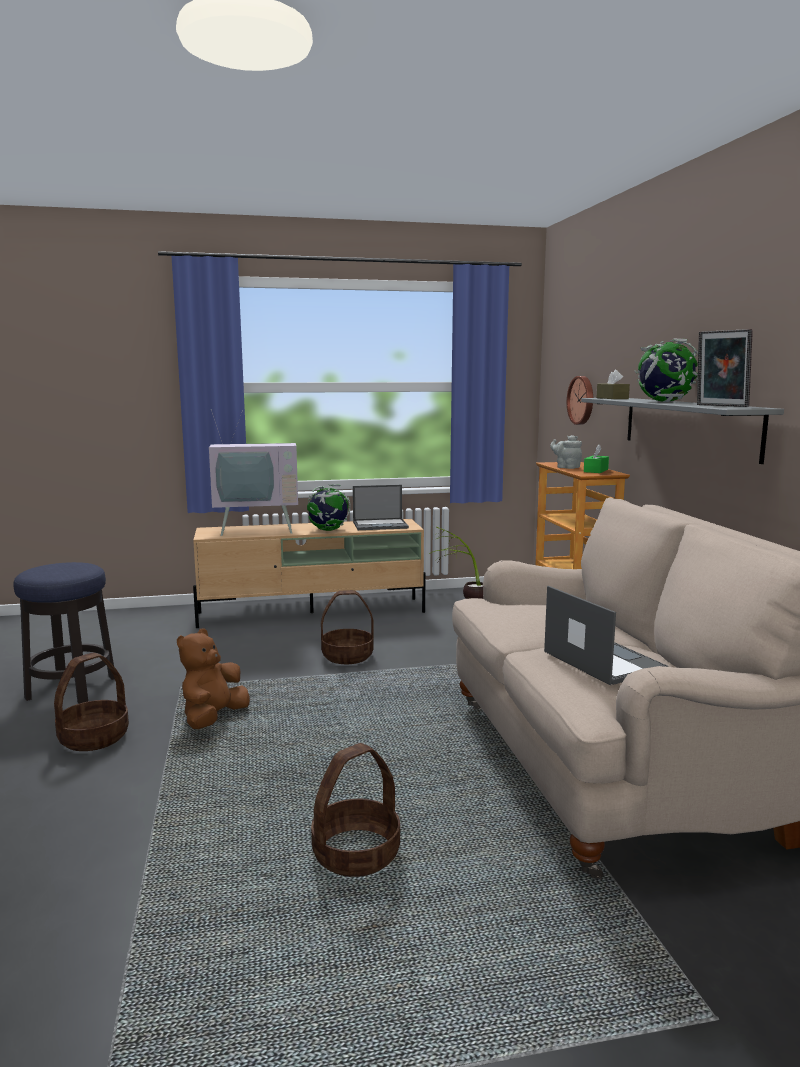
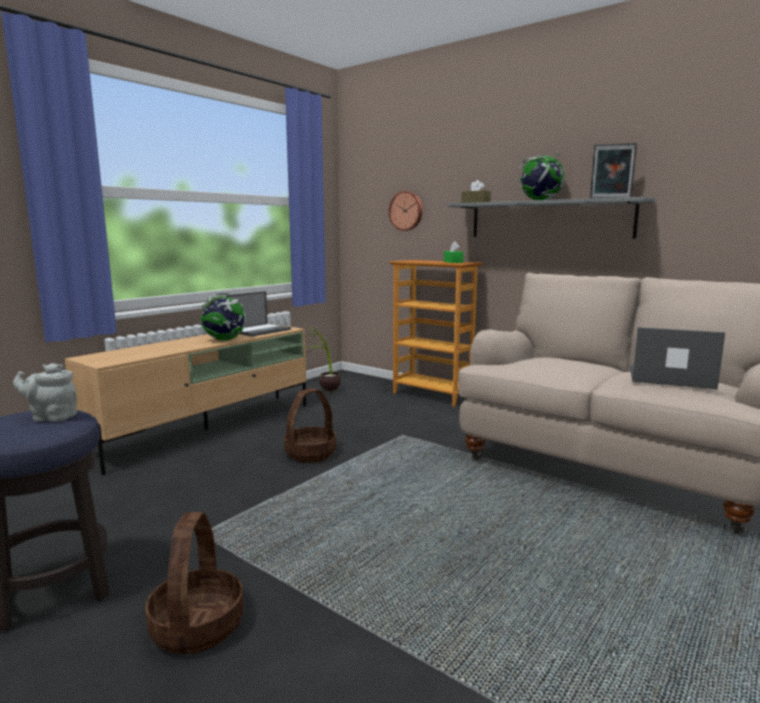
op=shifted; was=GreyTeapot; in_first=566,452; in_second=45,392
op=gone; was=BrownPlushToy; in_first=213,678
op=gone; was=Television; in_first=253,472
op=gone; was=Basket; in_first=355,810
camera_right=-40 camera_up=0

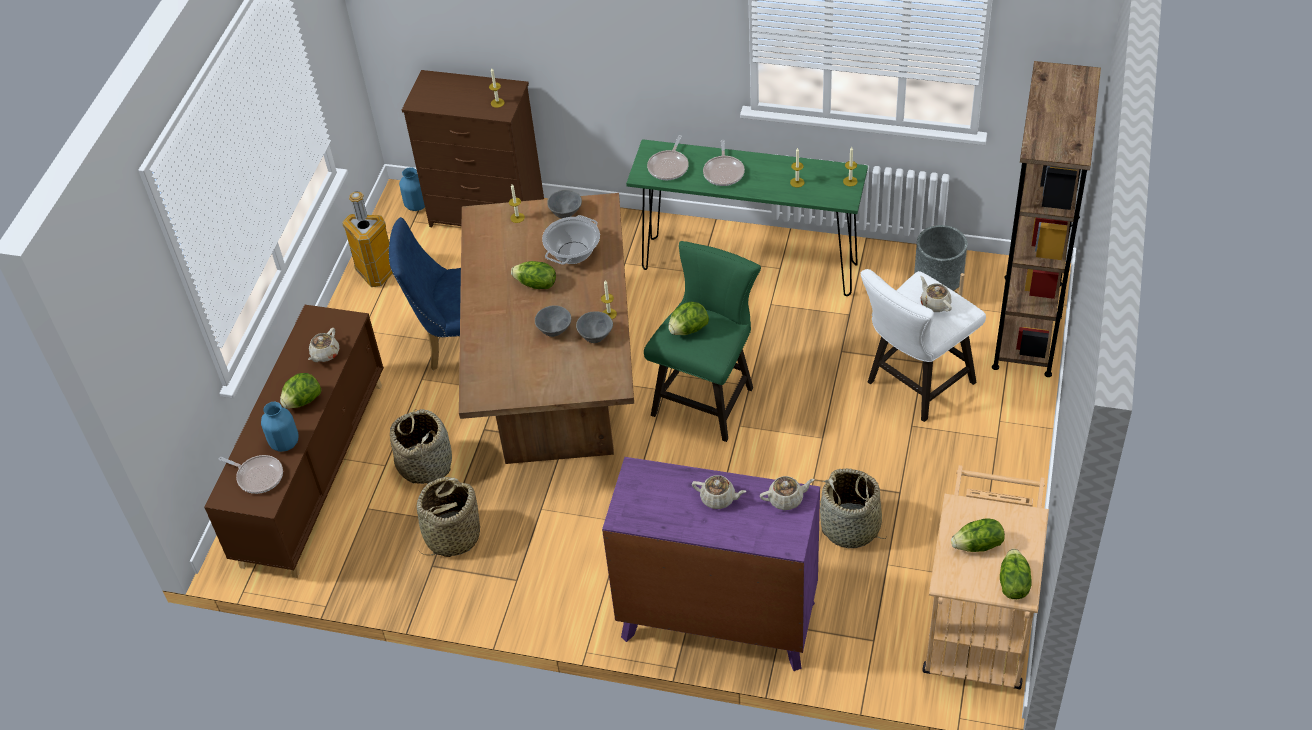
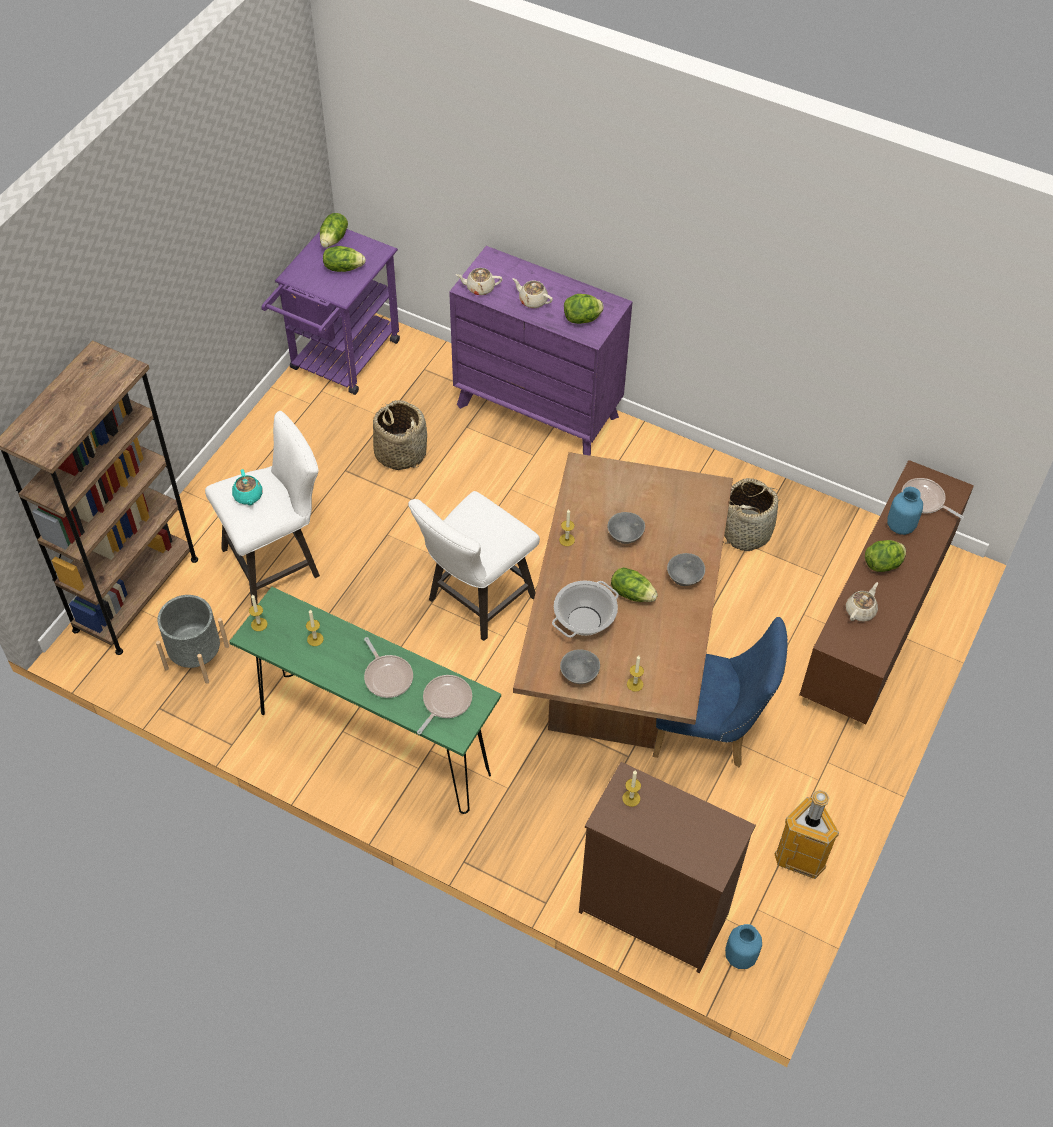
op=repainted; was=BeigeTeapot; now=TurquoiseTeapot; in_first=936,294; in_second=247,487
op=repainted; was=BeigeCart; now=PurpleCart; in_first=986,577; in_second=330,312
op=rotated; was=FryingPan; in_first=724,163; in_second=388,667; clockwise=135
op=repainted; was=GreenStool; now=WhiteStool; in_first=702,341; in_second=474,566
op=shifted; was=Lettuce; in_first=688,318; in_second=584,309
op=shifted; was=GreyBowl; in_first=594,327; in_second=686,569
op=gone; was=Basket; in_first=421,446
camera_right=-170 camera_up=5

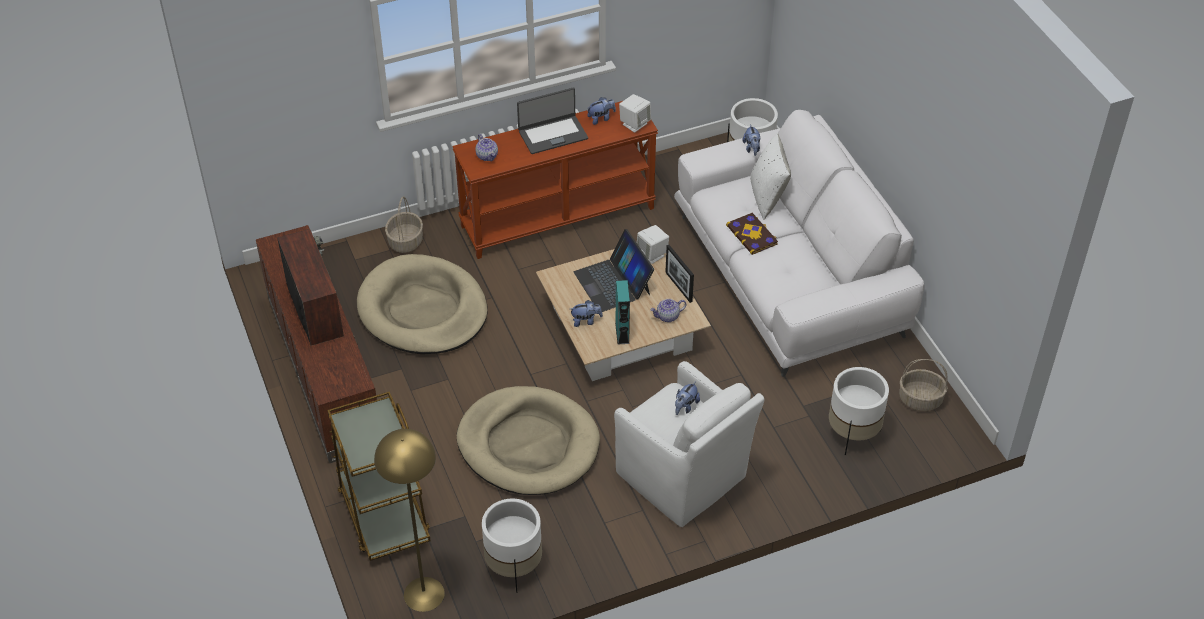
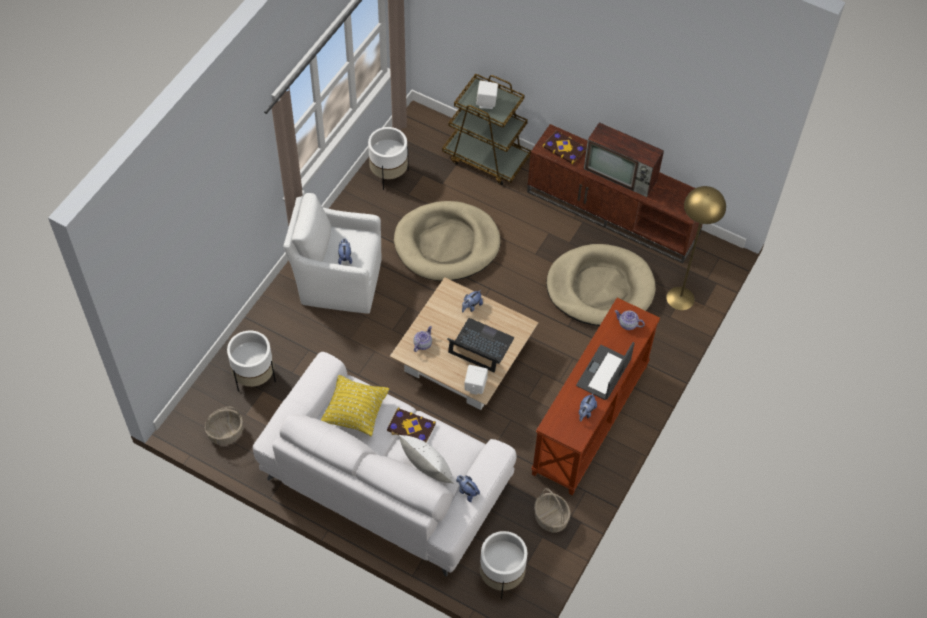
op=new; now=YellowPillow; in_second=355,405
op=shifted; was=WhiteSpeaker; in_first=635,113; in_second=487,94
op=shifted; was=Basket; in_first=404,224; in_second=552,510
op=new; now=Book; in_second=564,147
op=shifted; was=YellowFloorLamp; in_first=409,520; in_second=696,248
op=gone; was=TurquoiseSpeaker; in_first=622,312
op=gone; was=PictureFrame; in_first=679,274
camera_right=140 camera_up=10

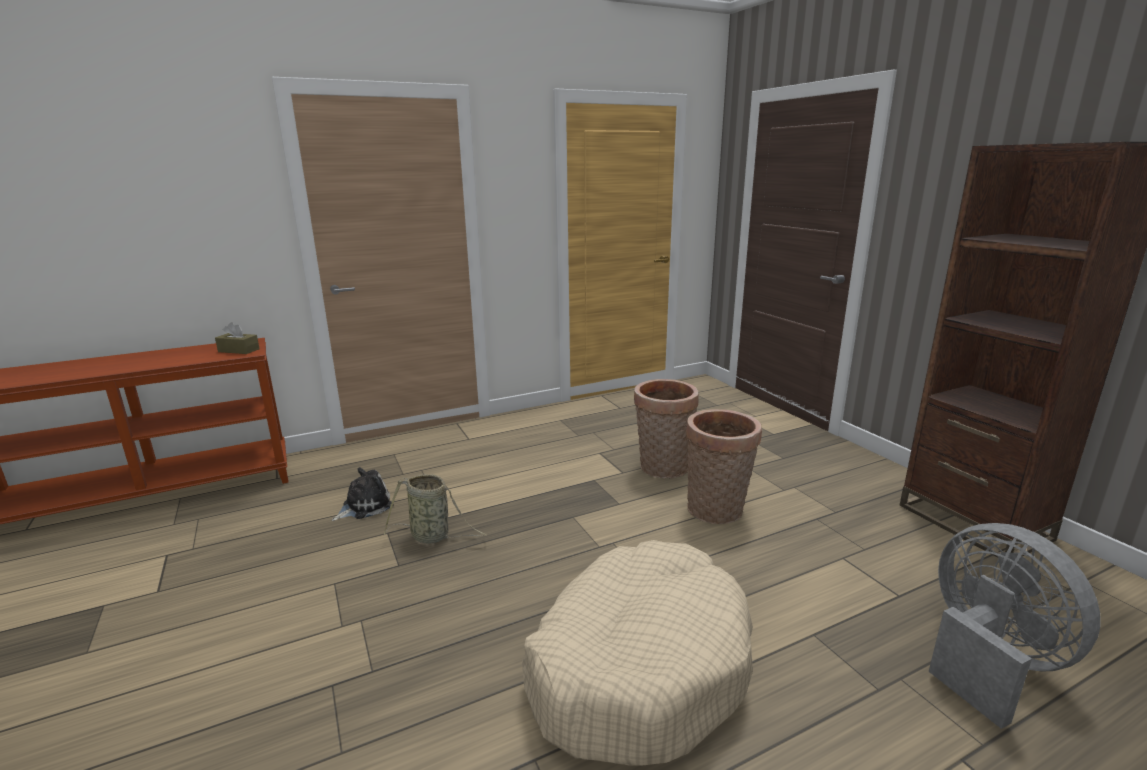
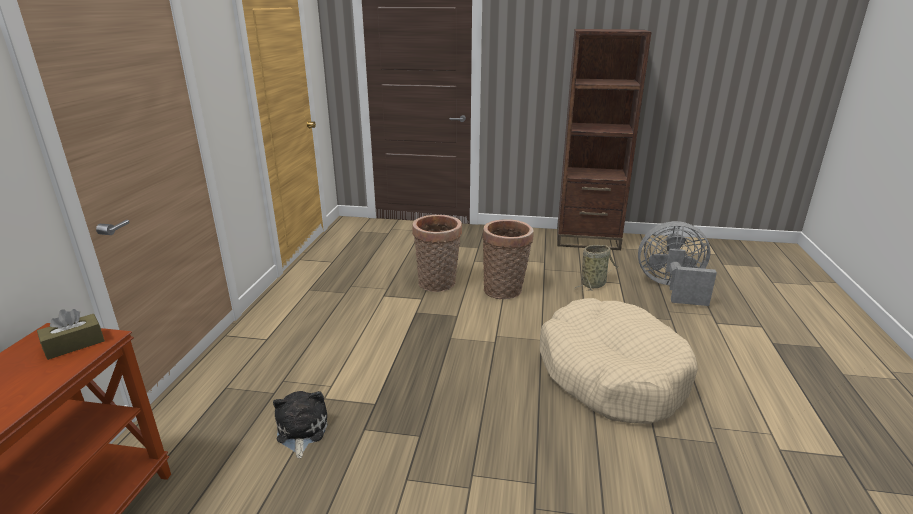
op=shifted; was=Basket; in_first=435,509; in_second=596,268
camera_right=-55 camera_up=5

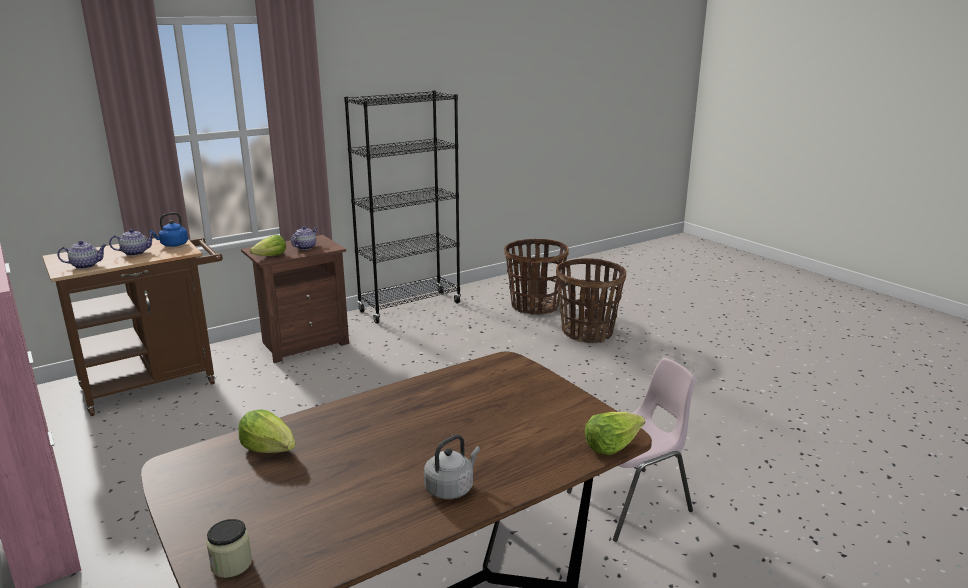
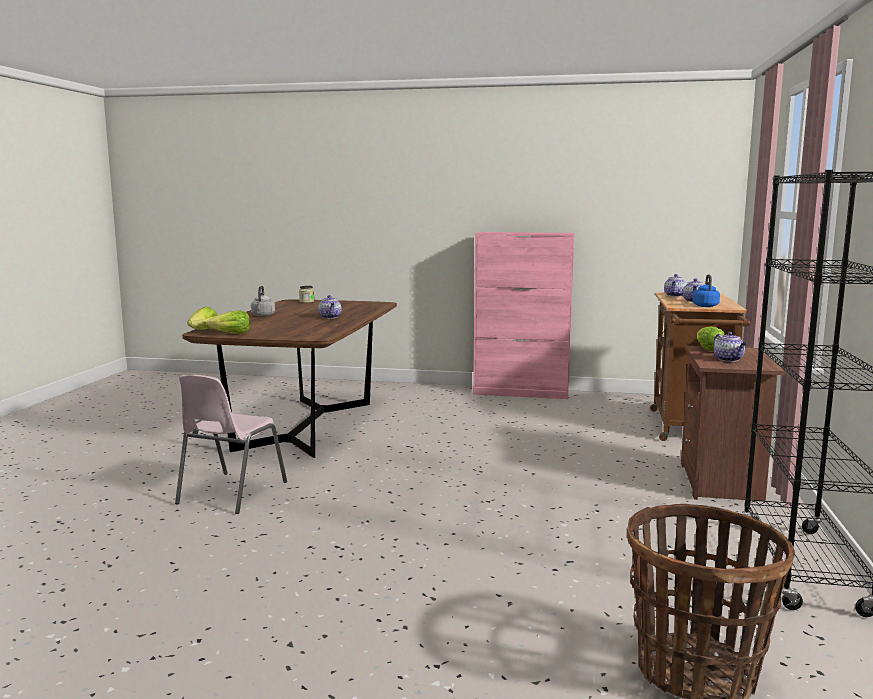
op=shifted; was=Lettuce; in_first=267,431; in_second=228,322
op=new; now=Teapot; in_second=329,307
op=gone; was=Basket; in_first=591,300
camera_right=135 camera_up=-10

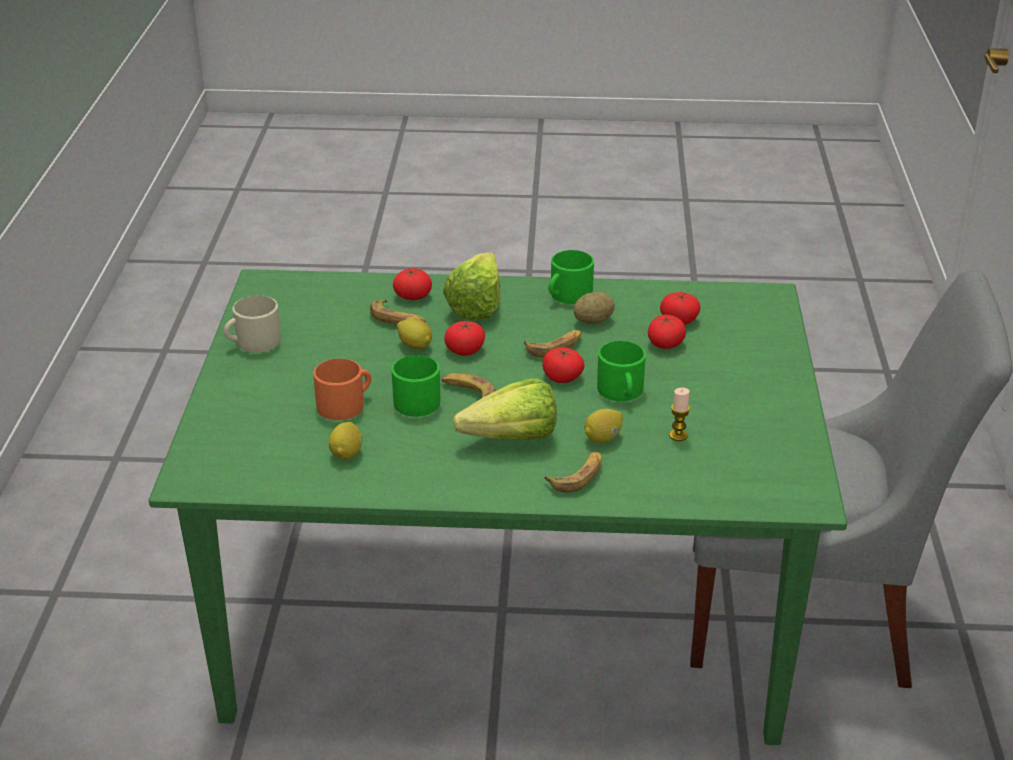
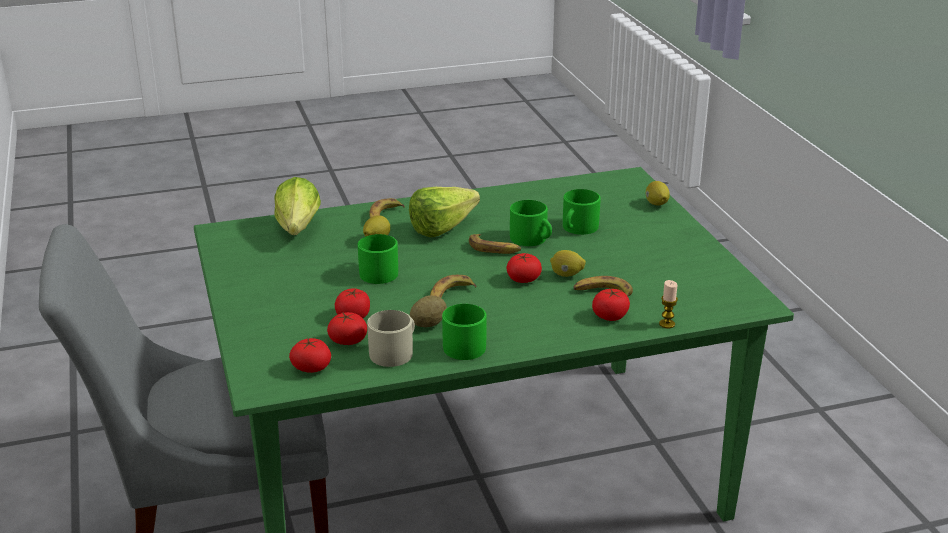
op=shifted; was=Lettuce; in_first=471,286; in_second=297,206
op=shifted; was=Tomato; in_first=563,365; in_second=310,355
op=shifted; was=BeigeMug; in_first=252,324; in_second=391,338
op=repainted; was=OrangeMug; now=GreenMug; in_first=342,389; in_second=582,212
op=shifted; was=Lemon; in_first=345,441; in_second=658,193
op=shifted; was=Candle; in_first=679,414; in_second=668,304
camera_right=160 camera_up=-5

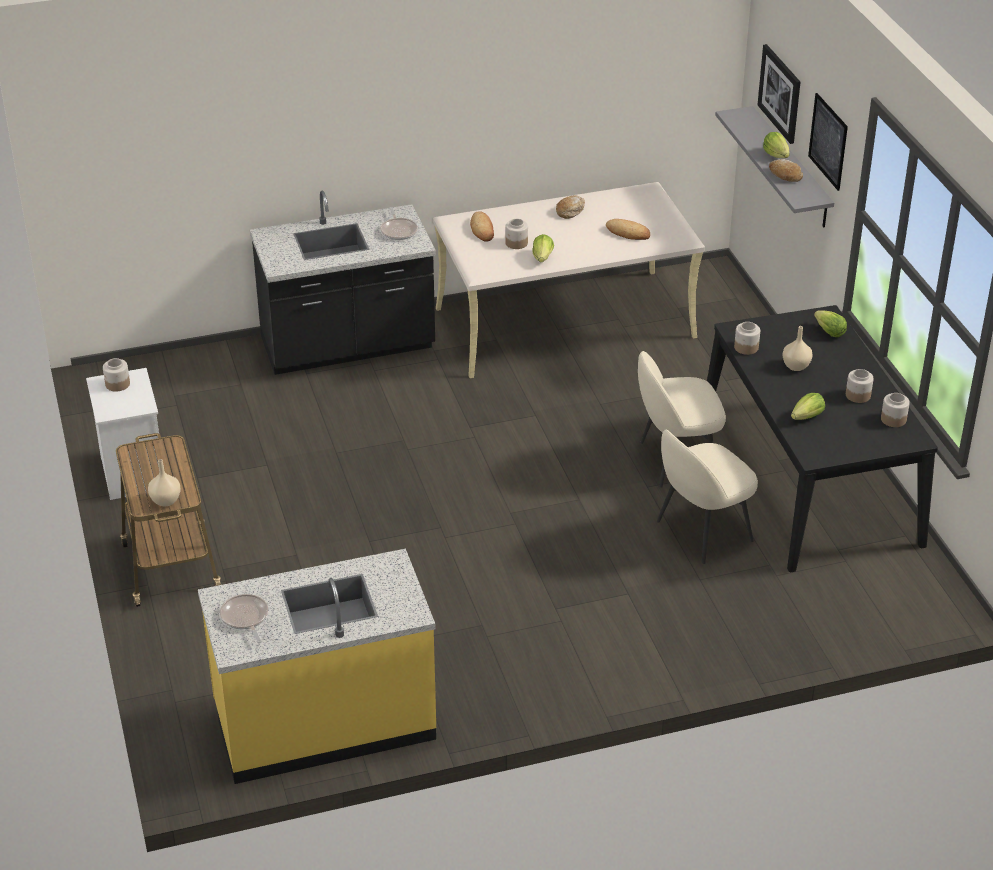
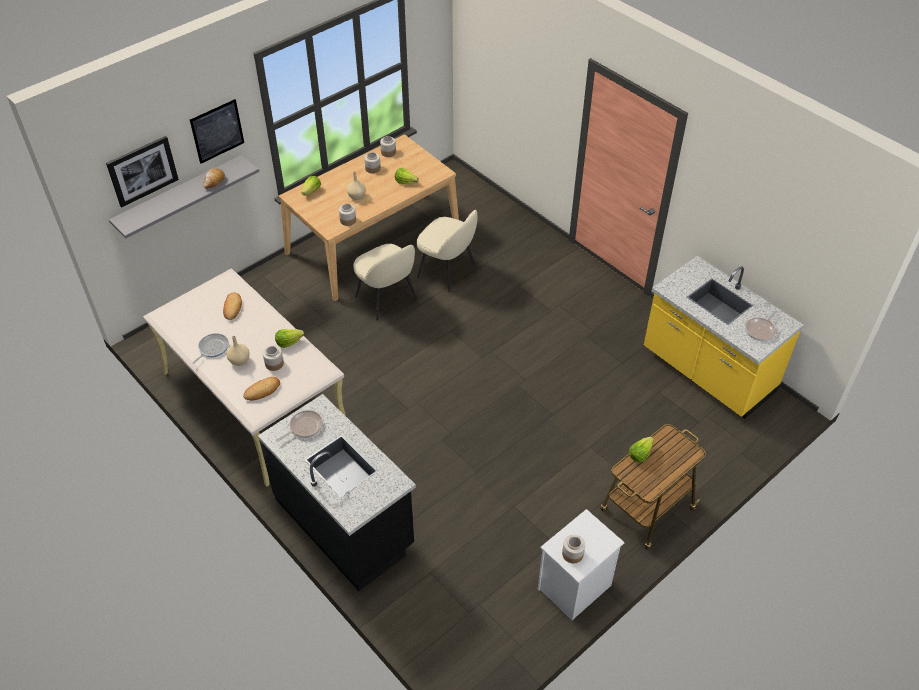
op=swapped; was=Bread; now=FryingPan; in_first=570,207; in_second=210,348
op=shifted; was=BeigeVase; in_first=164,482; in_second=238,351
op=repainted; was=BlackDiningTable; now=BeigeDiningTable; in_first=822,438; in_second=369,218
op=shifted; was=Lettuce; in_first=776,145; in_second=641,450
camera_right=-115 camera_up=10

